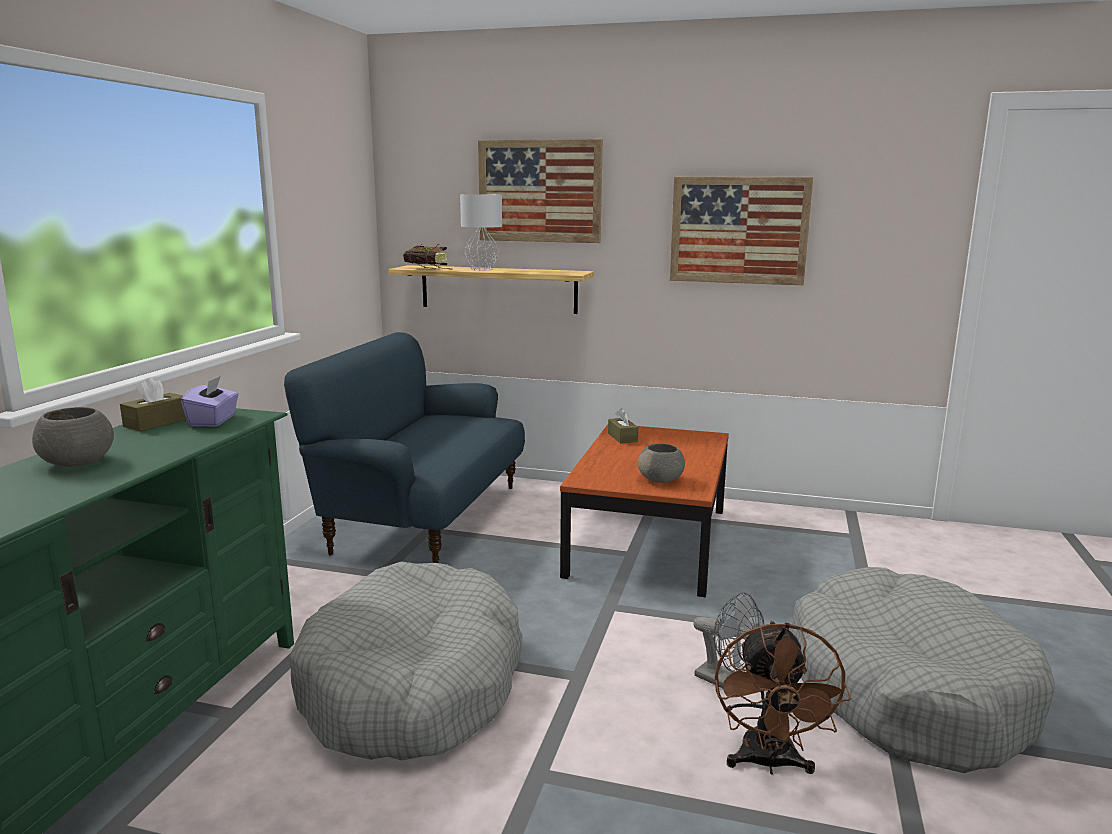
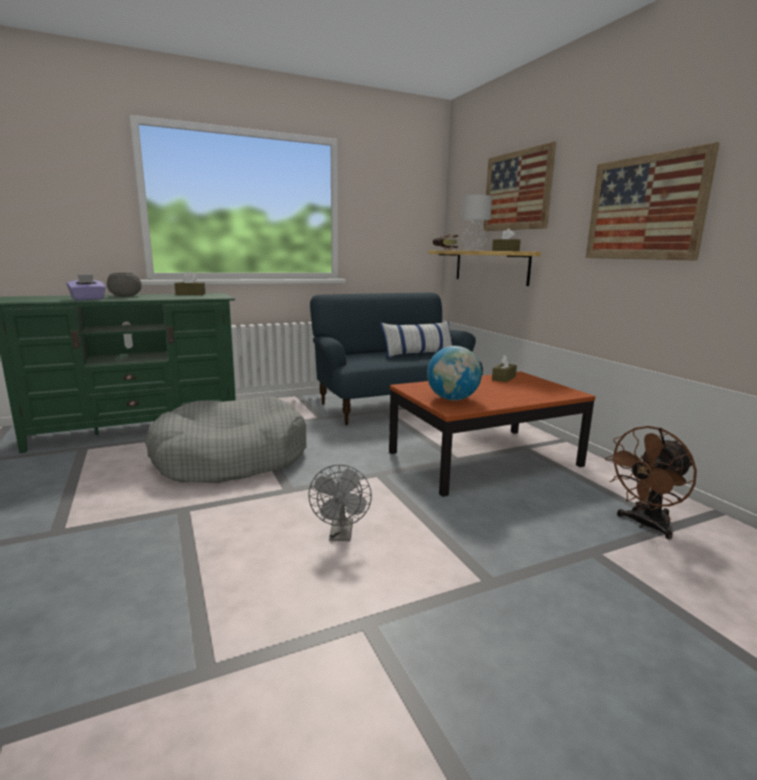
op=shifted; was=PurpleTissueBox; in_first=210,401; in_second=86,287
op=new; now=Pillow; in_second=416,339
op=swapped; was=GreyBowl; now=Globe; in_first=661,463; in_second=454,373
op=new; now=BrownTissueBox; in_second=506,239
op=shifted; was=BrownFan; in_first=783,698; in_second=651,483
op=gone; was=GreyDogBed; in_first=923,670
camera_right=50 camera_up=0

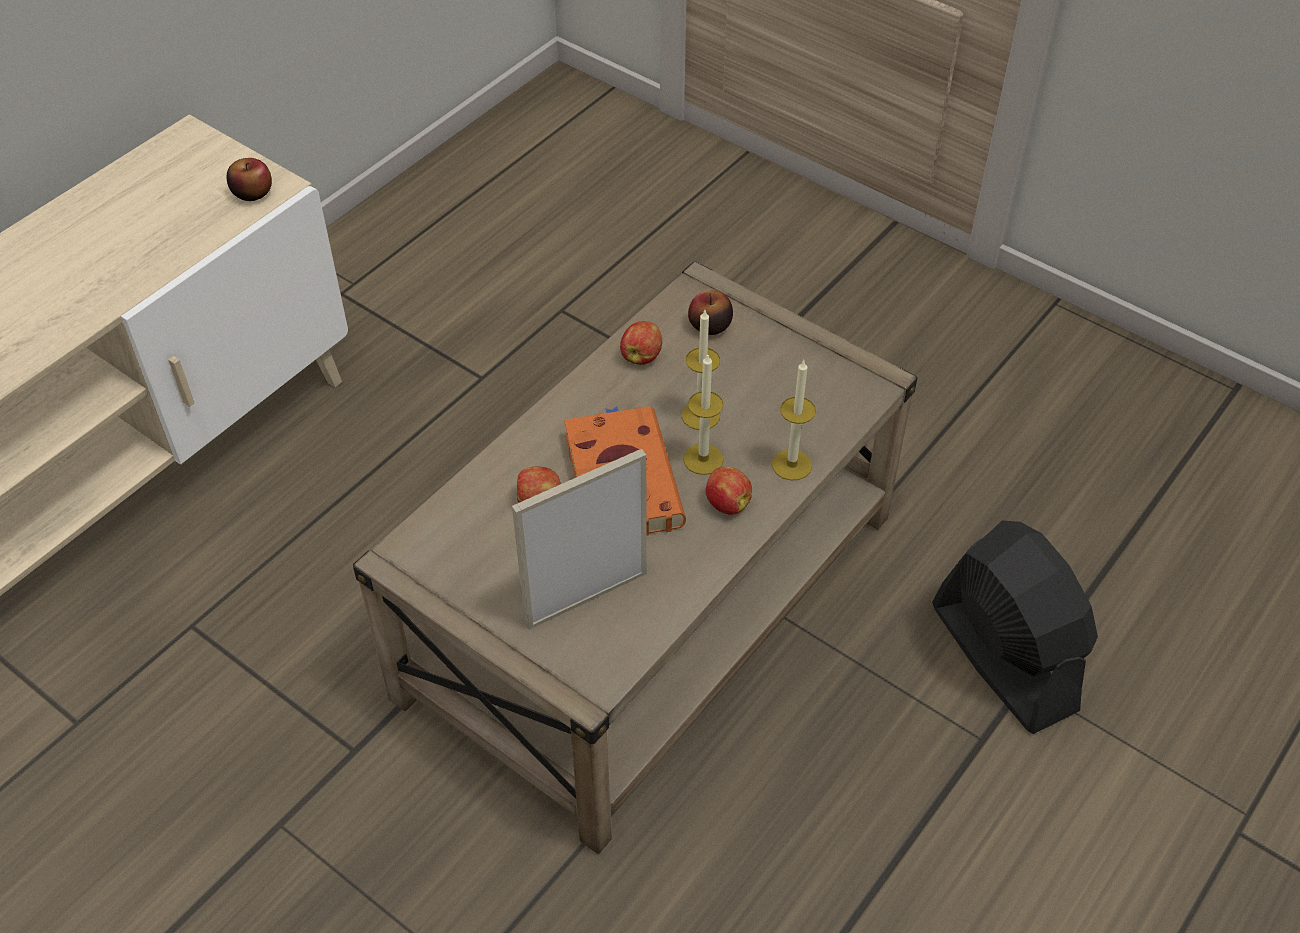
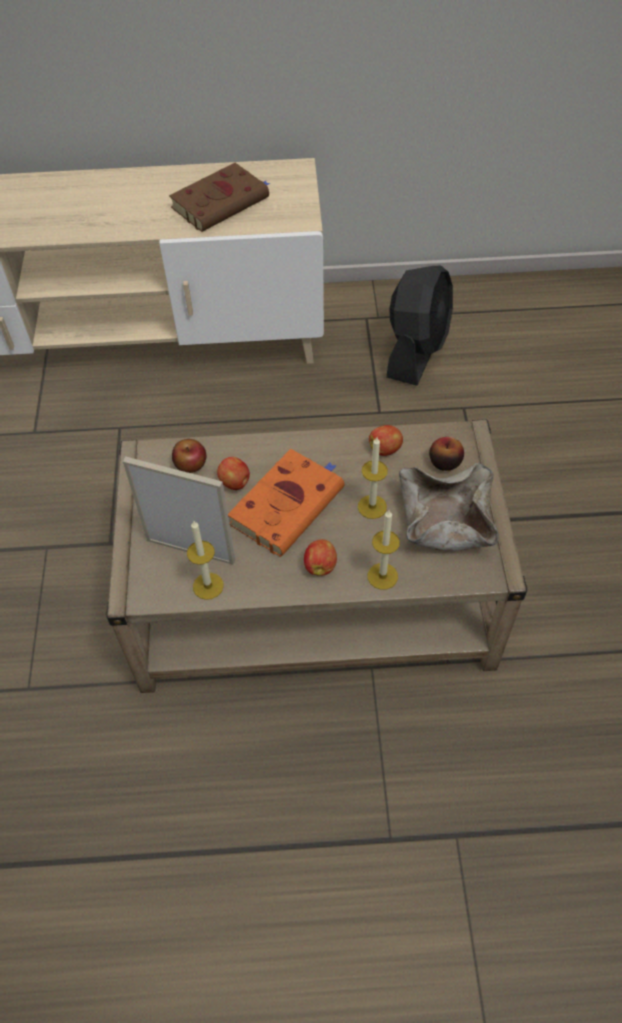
op=new; now=BrownBook; in_second=219,197
op=shifted; was=Apple; in_first=249,179; in_second=189,456
op=shifted; was=Candle; in_first=703,415; in_second=205,560
op=shifted; was=BlackFan; in_first=1015,627; in_second=419,326
op=new; now=BeigeBowl; in_second=449,507
camera_right=50 camera_up=5

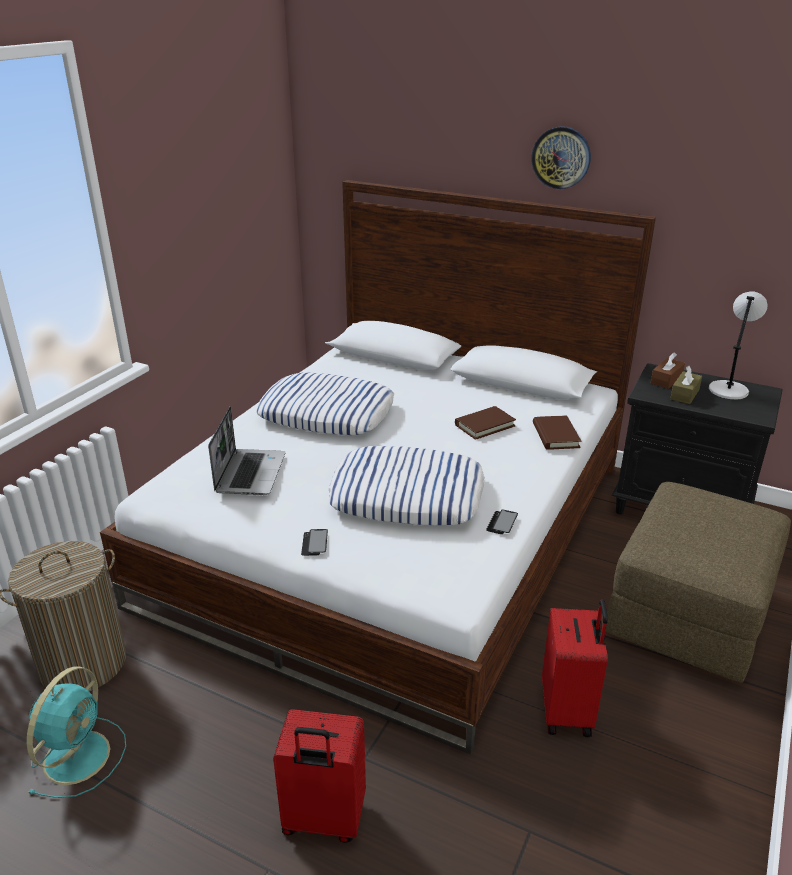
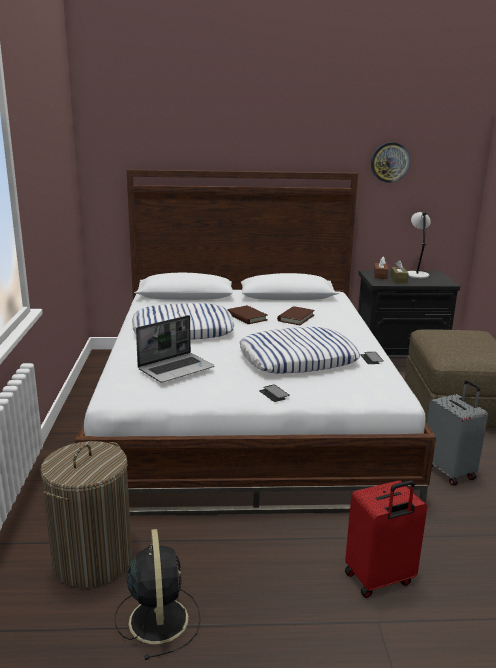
op=repainted; was=TurquoiseFan; now=BlackFan; in_first=76,732; in_second=158,594
op=rotated; was=Laptop; in_first=247,451; in_second=175,349; clockwise=75
op=shifted; was=BrownBook; in_first=557,432; in_second=248,314
op=shifted; was=WallClock; in_first=561,157; in_second=390,162
op=repainted; was=RedSuitcase; now=GreySuitcase; in_first=575,668; in_second=457,432
camera_right=-30 camera_up=-10

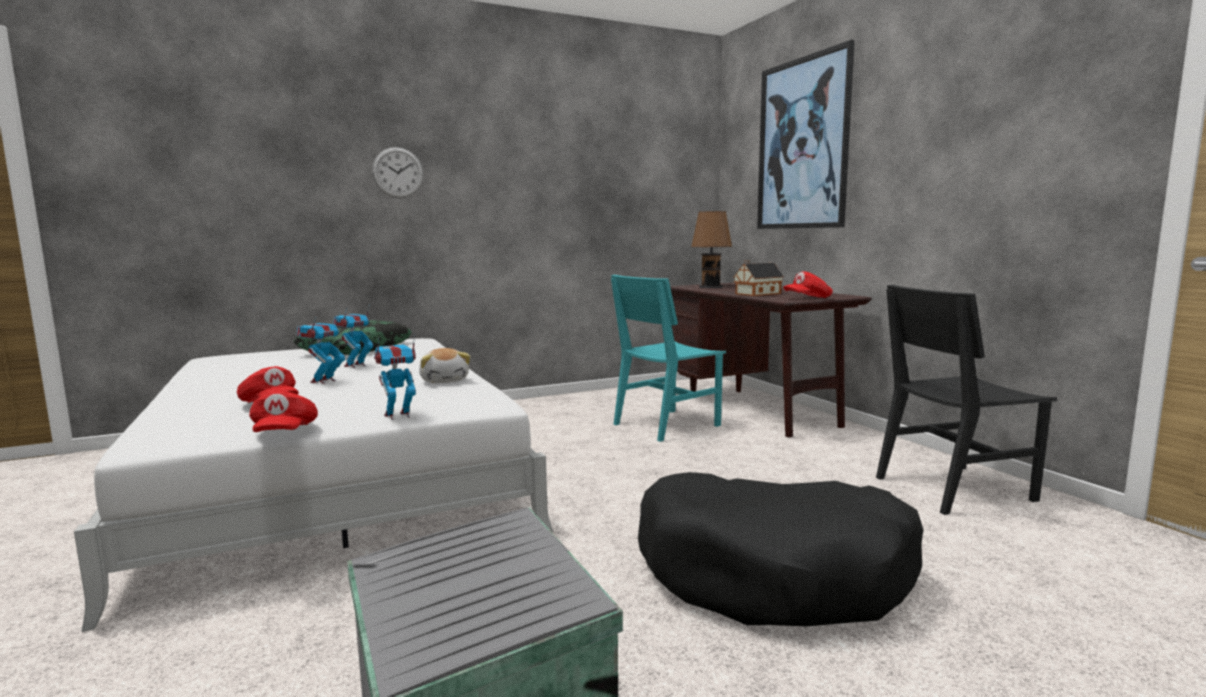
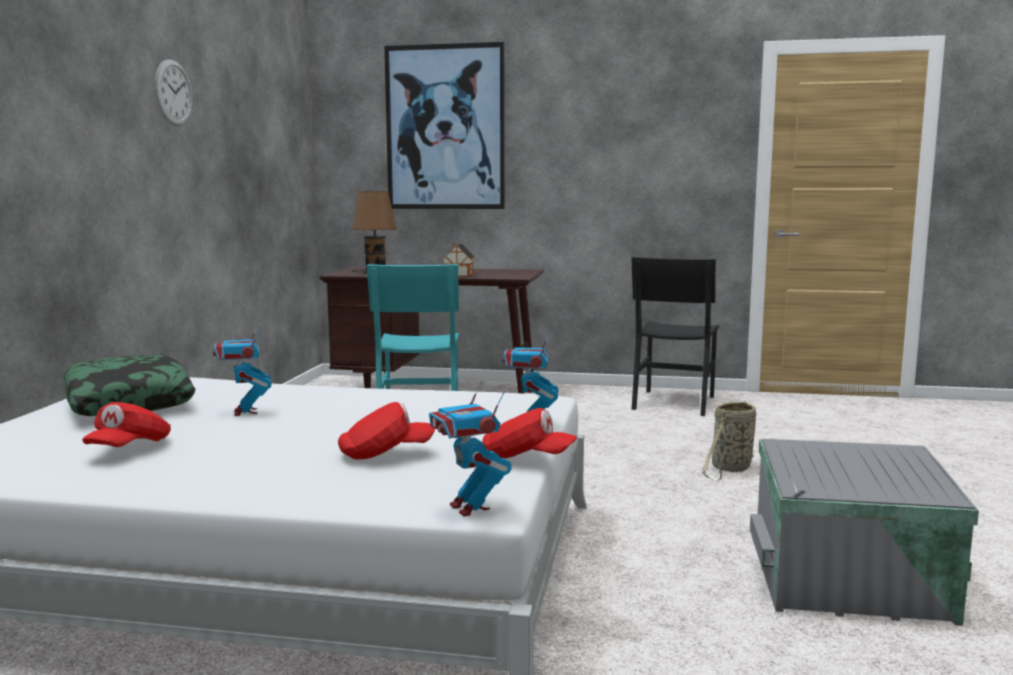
op=shifted; was=RedCap; in_first=808,284; in_second=126,424
op=shifted; was=WallClock; in_first=397,172; in_second=173,93
op=shifted; was=ToyRobot; in_first=321,348; in_second=470,449
op=swapped; was=BlackDogBed; now=Basket; in_first=781,549; in_second=729,441
op=gone; was=PlushToy; in_first=444,365
camera_right=-55 camera_up=0

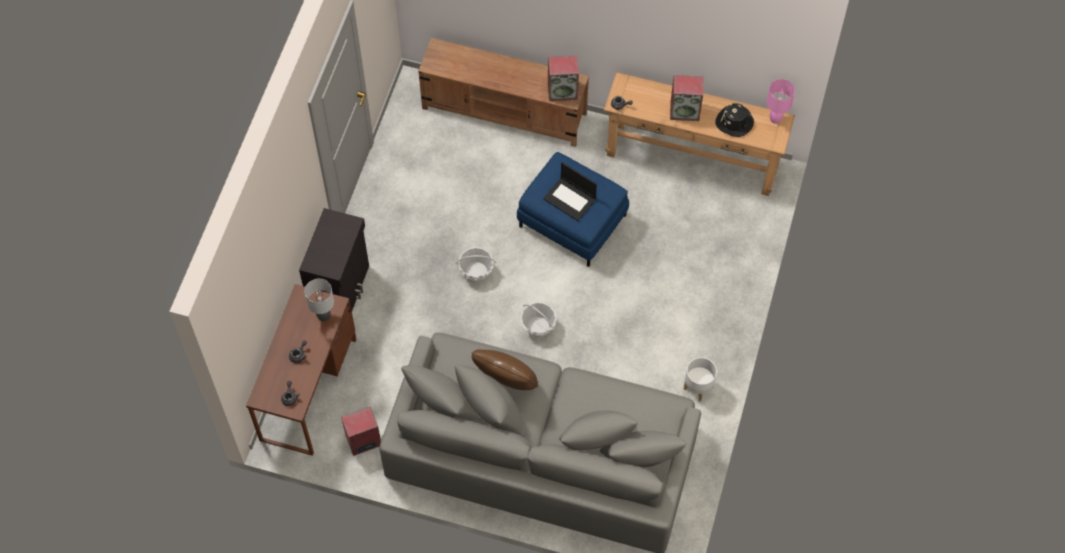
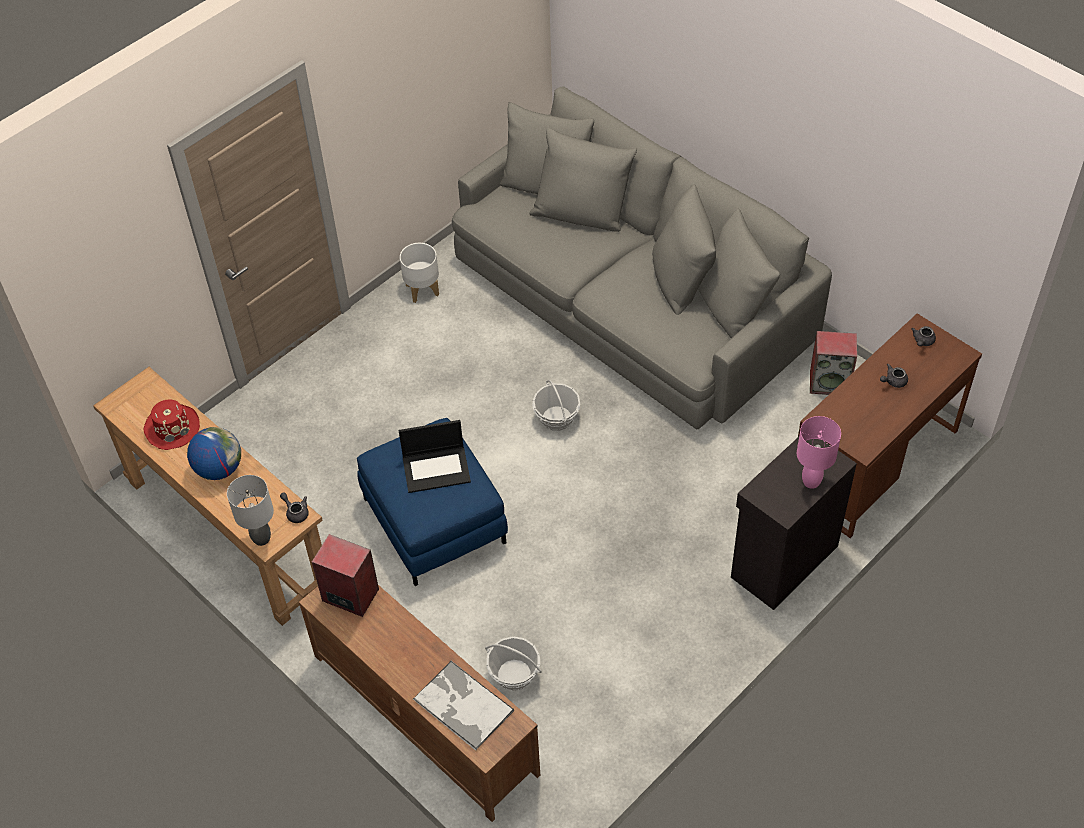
op=repainted; was=BlackHat; now=RedHat; in_first=734,120; in_second=171,424
op=swapped; was=Speaker; now=Globe; in_first=686,98; in_second=214,453
op=shifted; was=GreyTableLamp; in_first=319,300; in_second=250,510
op=rotated; was=Laptop; in_first=570,191; in_second=435,456; clockwise=105
op=new; now=Tray; in_second=463,706
op=shifted; was=Basket; in_first=475,264; in_second=513,663
op=shifted; was=PinkTableLamp; in_first=781,101; in_second=819,452
op=gone; was=BrownPillow; in_first=504,369
camera_right=-150 camera_up=-10

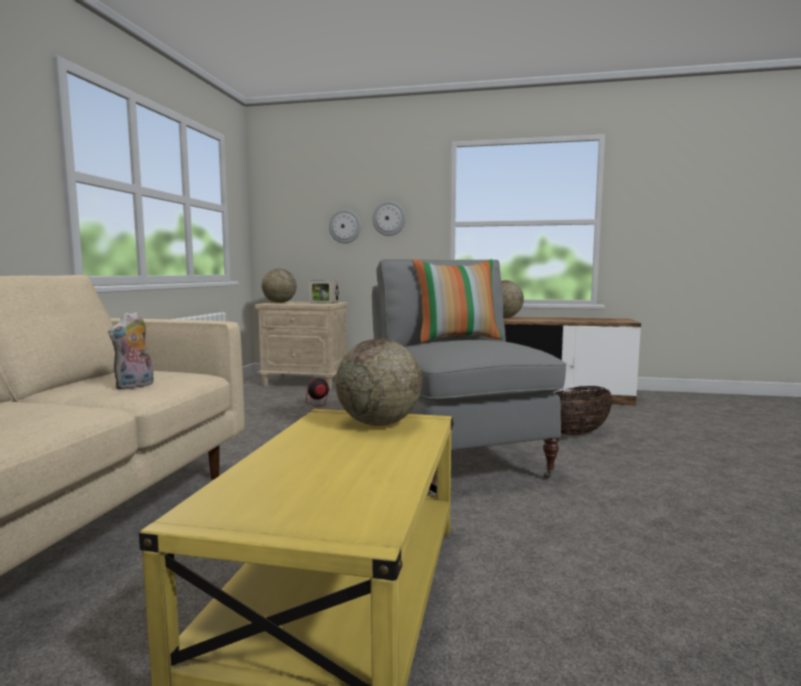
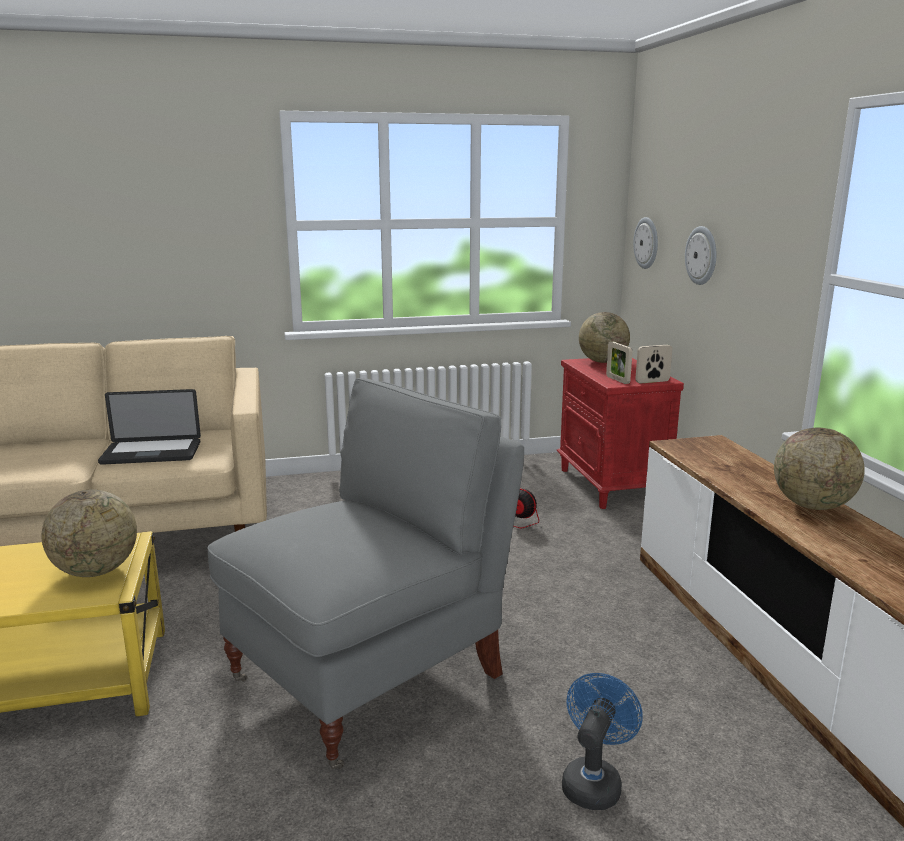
op=swapped; was=PlushToy; now=Laptop; in_first=131,350; in_second=149,427
op=repainted; was=BeigeNightstand; now=RedNightstand; in_first=301,345; in_second=620,433
op=swapped; was=Basket; now=BlueFan; in_first=583,410; in_second=602,741
op=shifted; was=WallClock; in_first=389,218; in_second=645,243
op=gone; was=Pillow; in_first=457,301
camera_right=65 camera_up=10

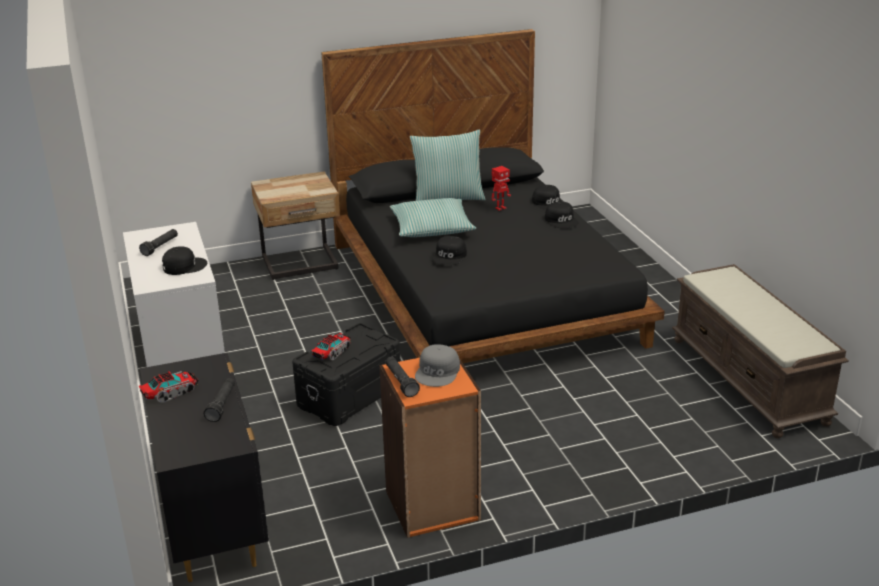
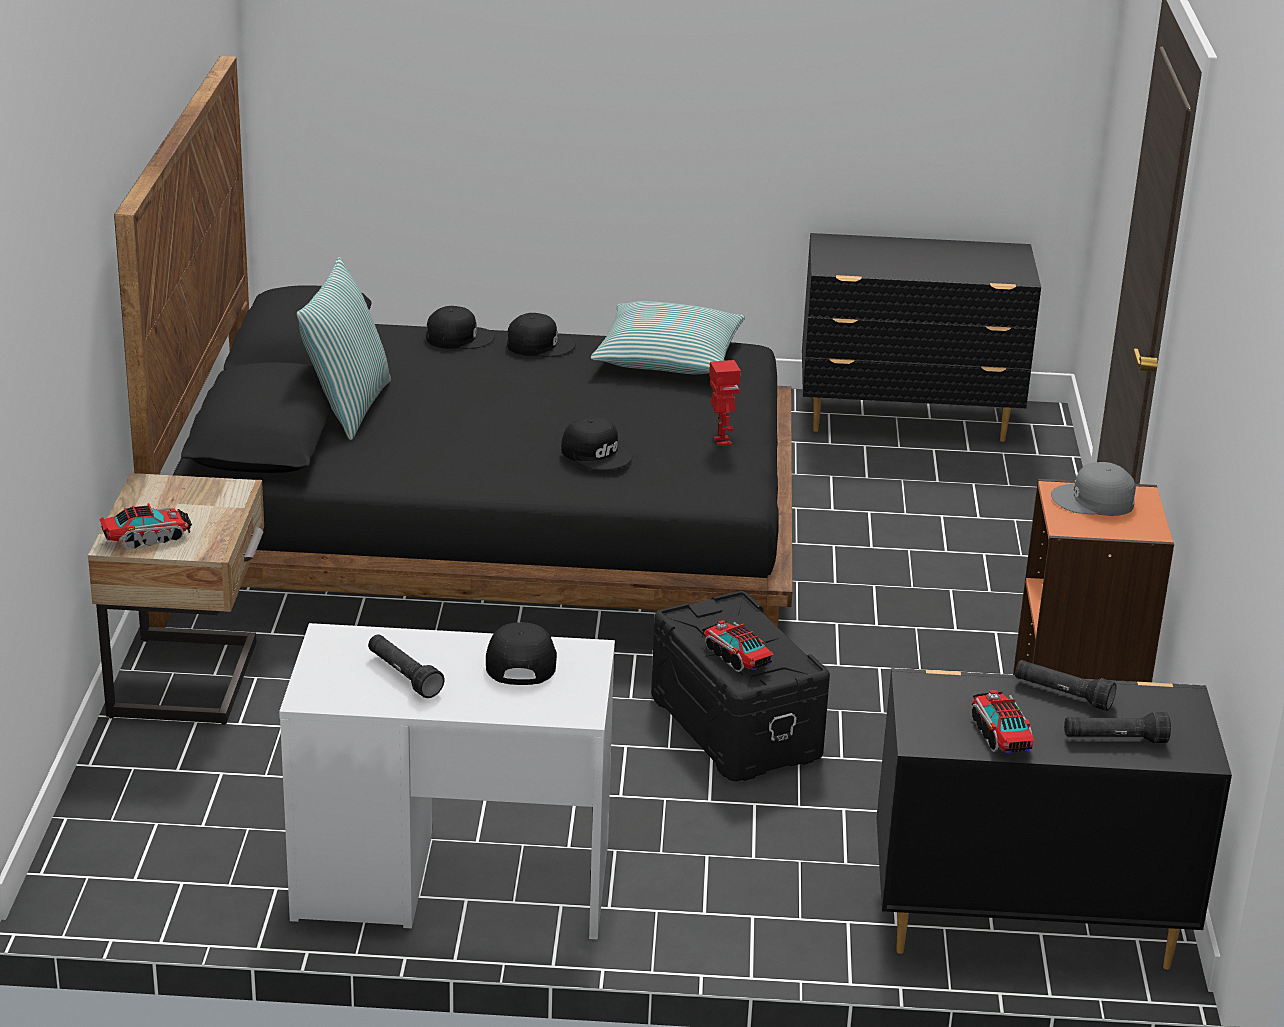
op=new; now=ToyTruck; in_second=145,526
op=shifted; was=Pillow; in_first=433,217; in_second=668,337
op=shifted; was=ToyRobot; in_first=501,188; in_second=725,403
op=swapped; was=BrownBench; now=BlackDresser; in_first=760,351; in_second=921,337
op=rotated; was=GreyCap; in_first=437,365; in_second=1093,489; clockwise=150
op=shifted; was=BlackFlashlight; in_first=402,377; in_second=1117,727
camera_right=-70 camera_up=0

